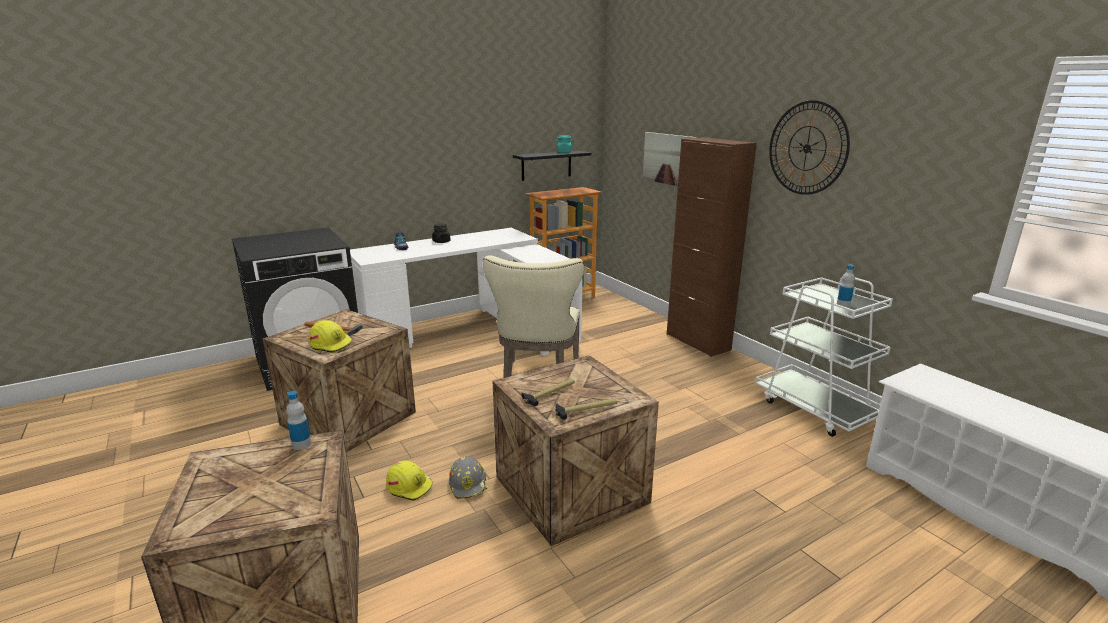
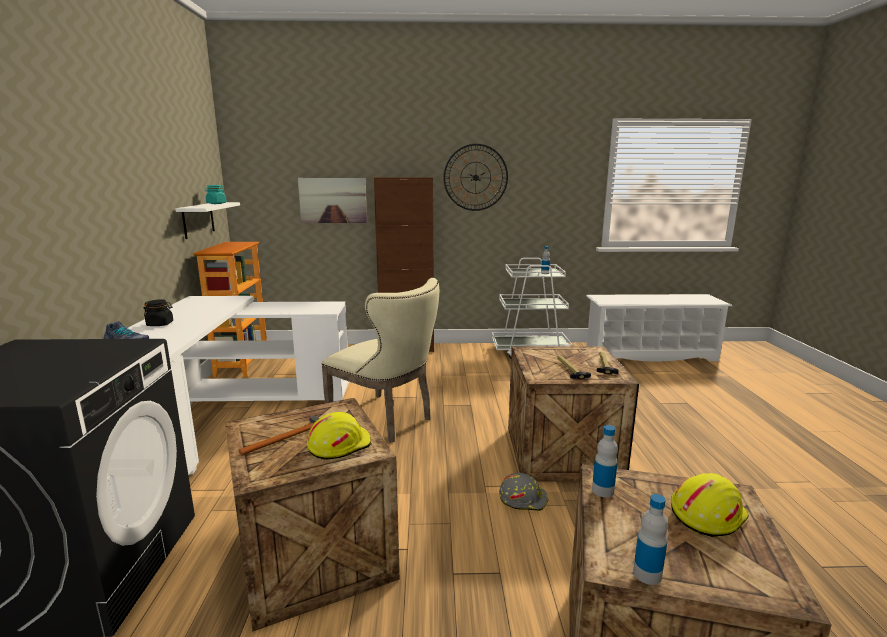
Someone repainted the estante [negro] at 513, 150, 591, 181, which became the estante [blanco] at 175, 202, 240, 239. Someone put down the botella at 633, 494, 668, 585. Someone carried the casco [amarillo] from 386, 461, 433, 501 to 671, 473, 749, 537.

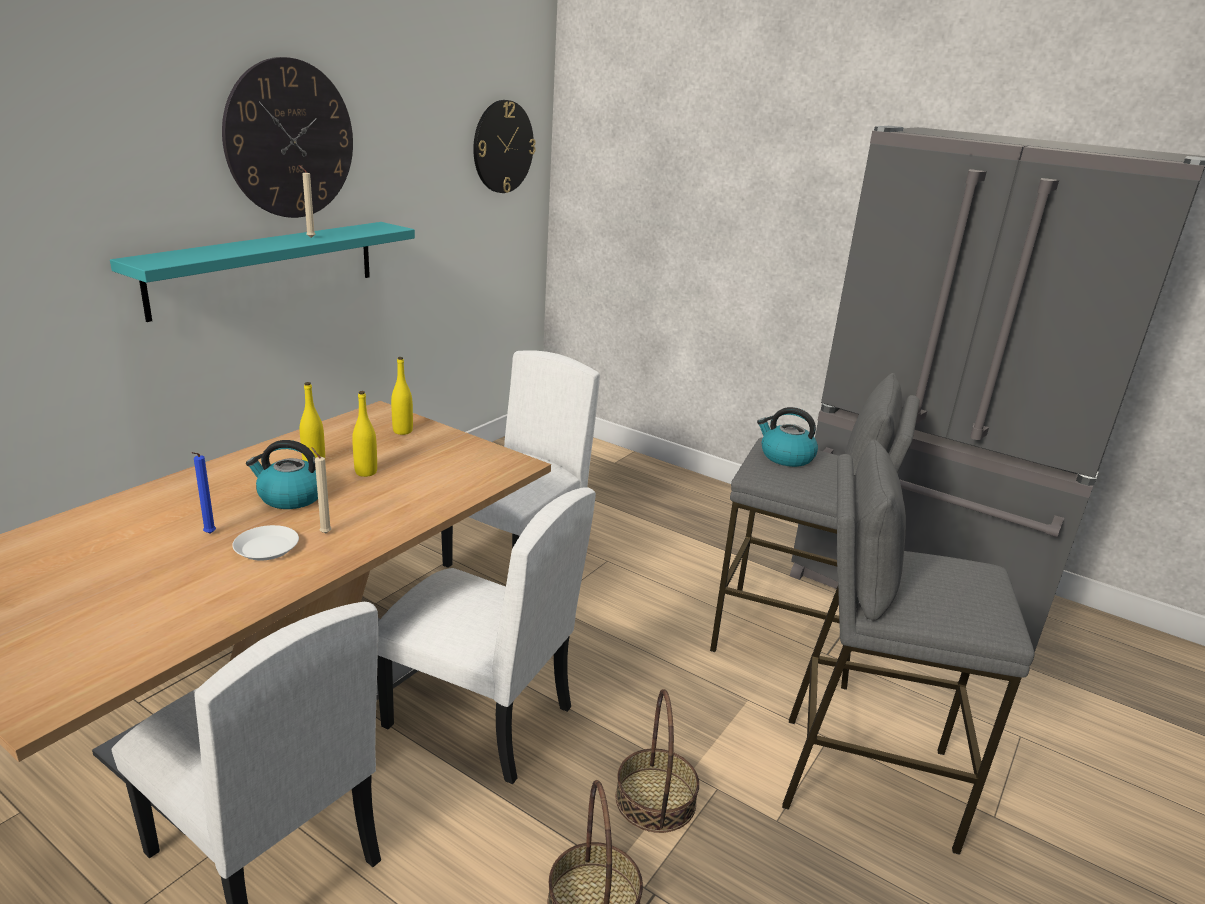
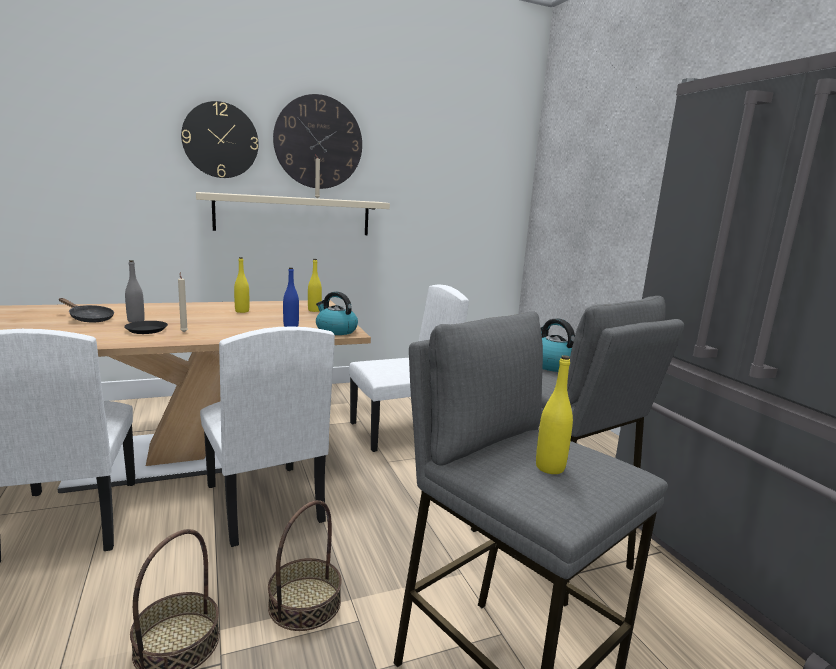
Someone put down the sartén [negro] at 59, 298, 114, 322. Someone repainted the plato [blanco] at 232, 525, 299, 561, which became the plato [negro] at 124, 321, 168, 334. Someone swapped the vela [azul] at 192, 452, 216, 534 for the botella [gris] at 125, 260, 145, 323. Someone carried the reloj de pared from 473, 100, 536, 193 to 181, 101, 259, 178. Someone repainted the estante [turquesa] at 110, 222, 415, 322, which became the estante [beis] at 196, 192, 390, 235. Someone put down the botella [azul] at 283, 267, 299, 327. Someone carried the hervidor from 246, 440, 318, 509 to 316, 291, 358, 335. Someone carried the botella [amarillo] from 352, 391, 377, 477 to 536, 355, 573, 474.

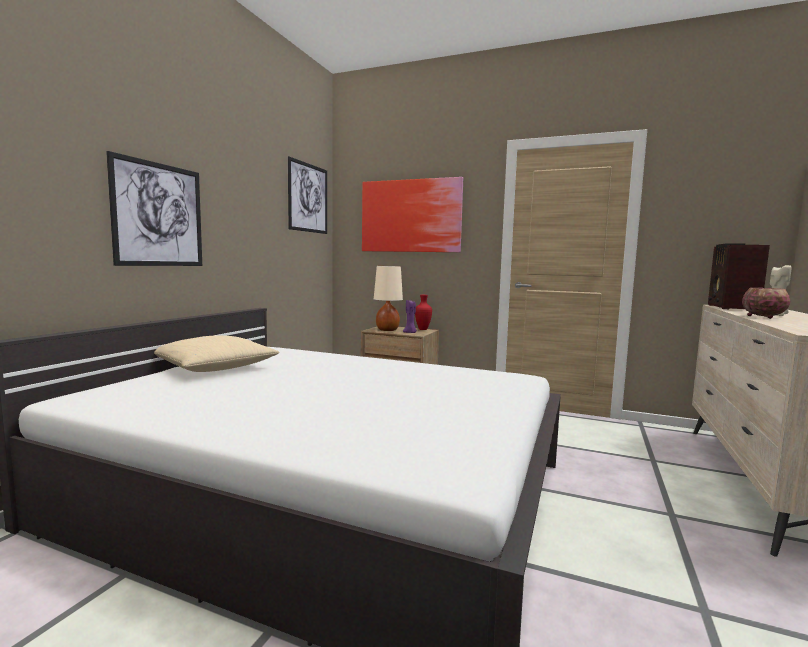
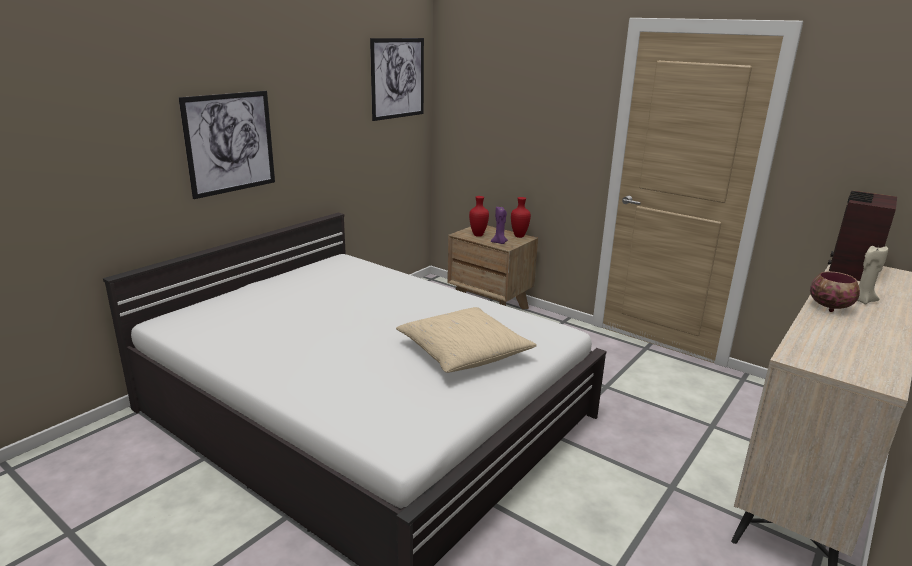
Someone carried the cojín [beis] from 154, 335, 280, 372 to 396, 307, 537, 373. Someone swapped the lámpara de mesa [beis] at 374, 266, 403, 331 for the florero [rojo] at 469, 196, 489, 237. Someone took away the cuadro at 362, 177, 463, 252.

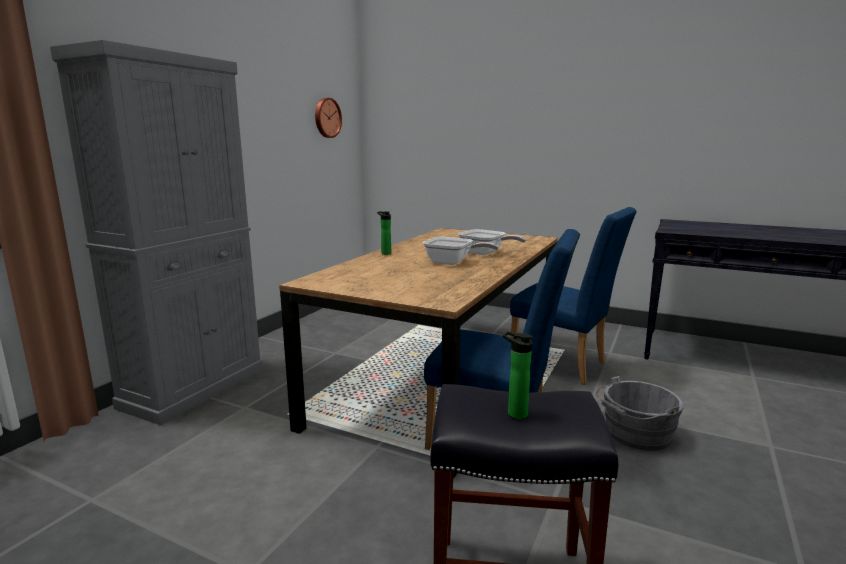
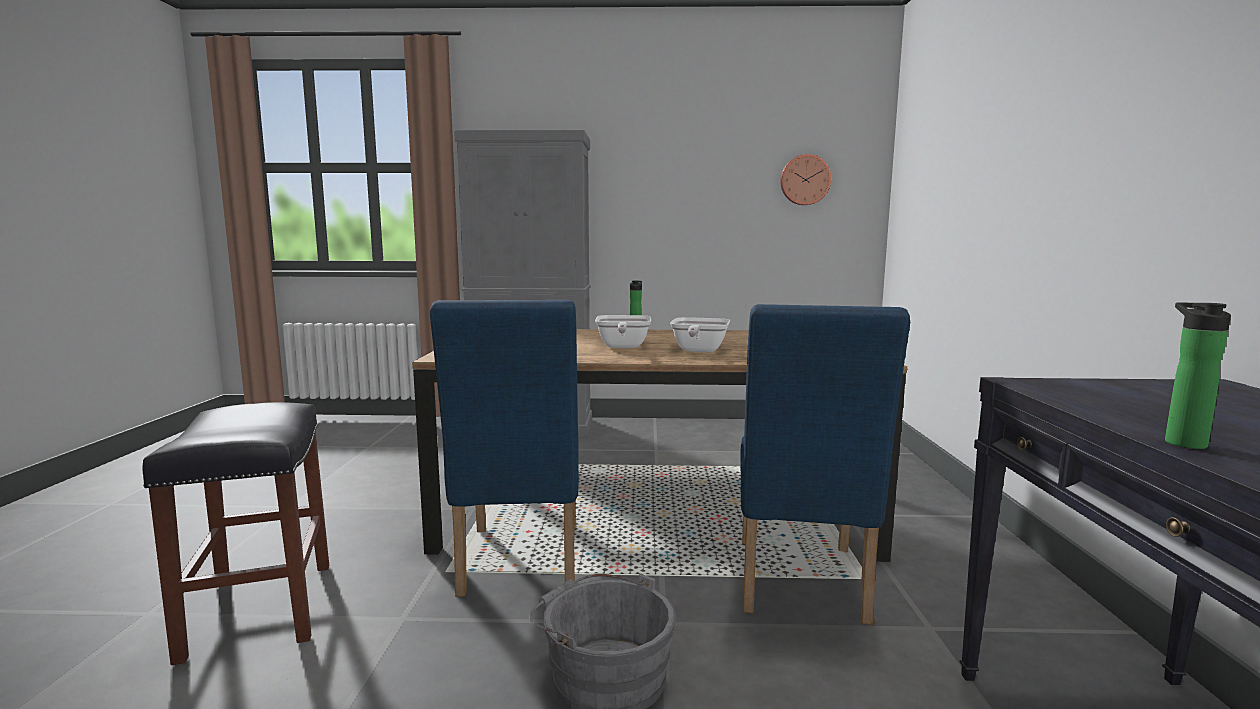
Someone carried the botella from 503, 331, 533, 419 to 1165, 303, 1231, 449.

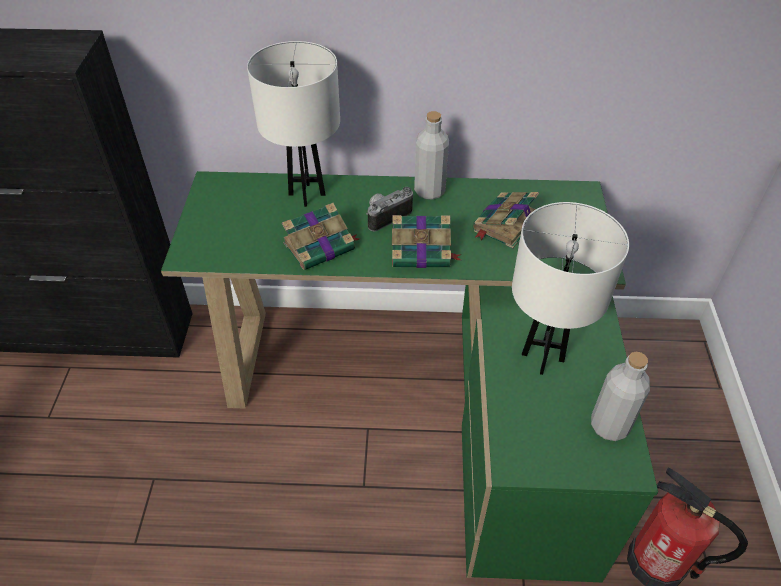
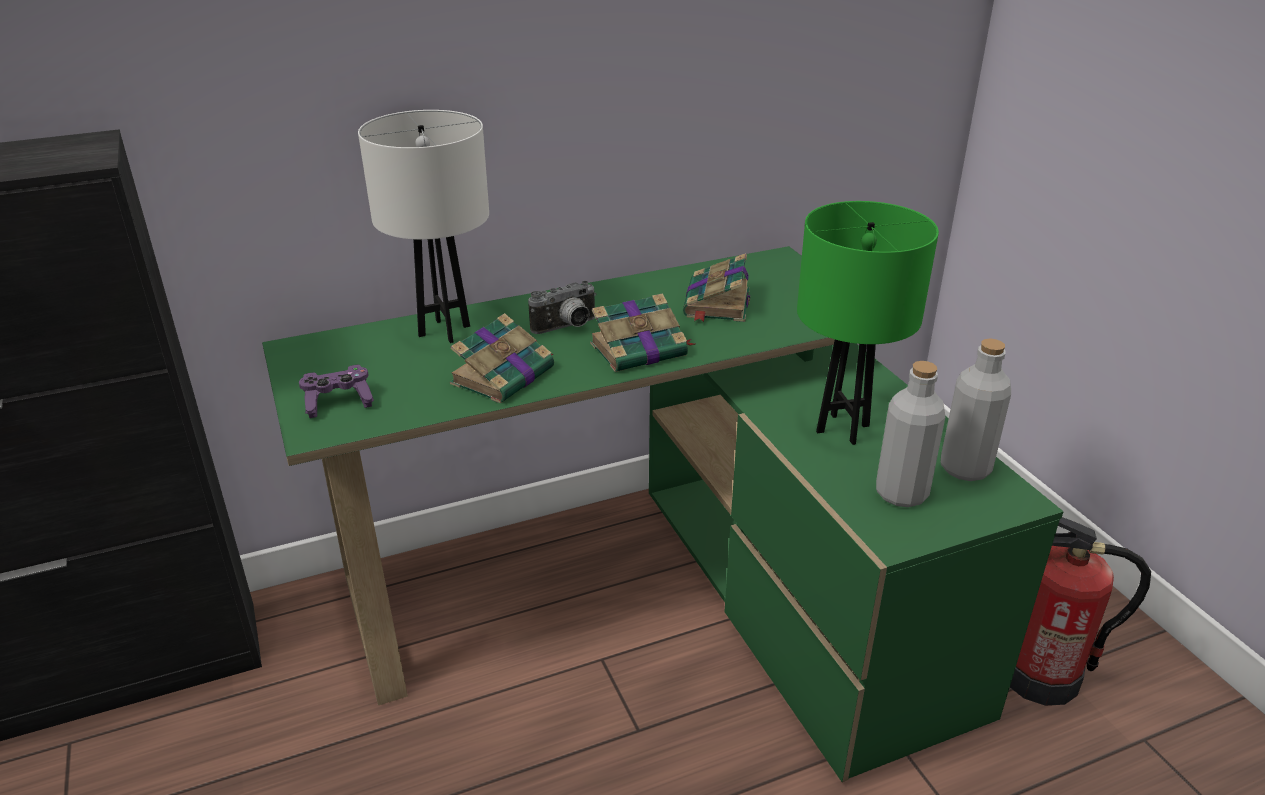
Someone put down the mando de consola [morado] at 299, 365, 374, 418. Someone rotated the cámara at 366, 187, 413, 232 by 150 degrees counterclockwise. Someone repainted the lámpara de mesa [blanco] at 512, 202, 629, 375, which became the lámpara de mesa [verde] at 797, 201, 939, 445. Someone carried the botella [gris] from 414, 111, 449, 200 to 876, 361, 945, 507.

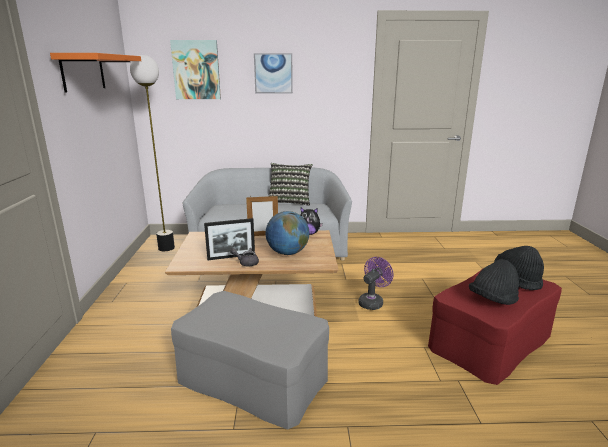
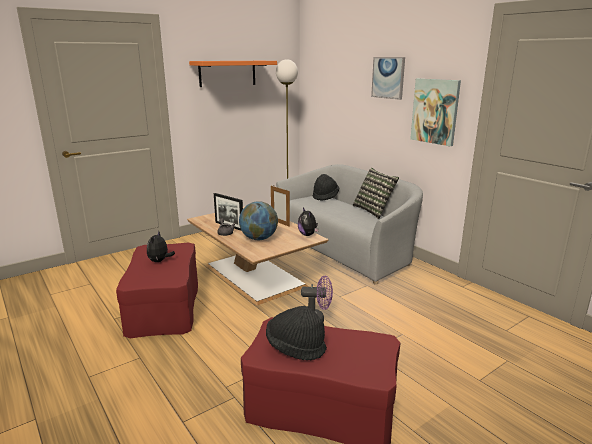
Someone repainted the puf [gris] at 171, 291, 329, 430, which became the puf [rojo] at 116, 243, 198, 338. Someone put down the peluche at 147, 231, 175, 262. Someone carried the sombrero [negro] from 494, 246, 544, 290 to 313, 174, 339, 201. Someone carried the cuadro from 170, 40, 221, 99 to 410, 78, 461, 146.

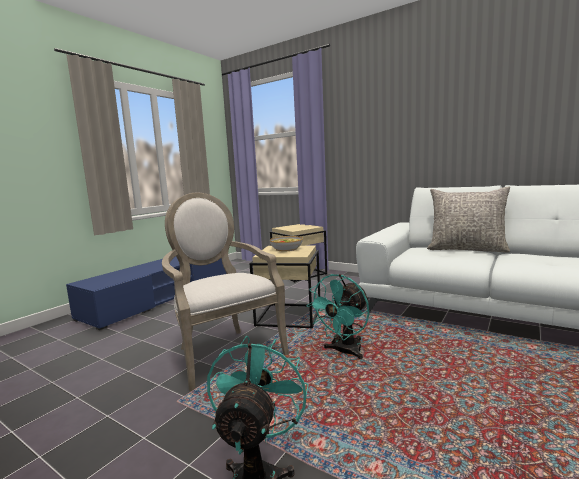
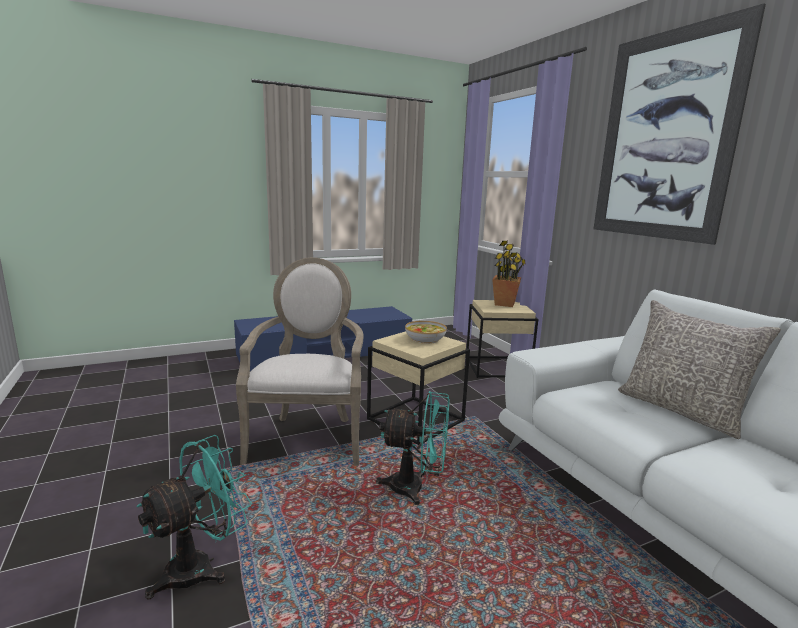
Someone rotated the ventilador [turquesa] at 307, 274, 370, 359 by 150 degrees counterclockwise. Someone put down the planta en maceta at 492, 241, 526, 307. Someone put up the cuadro at 594, 3, 766, 245.

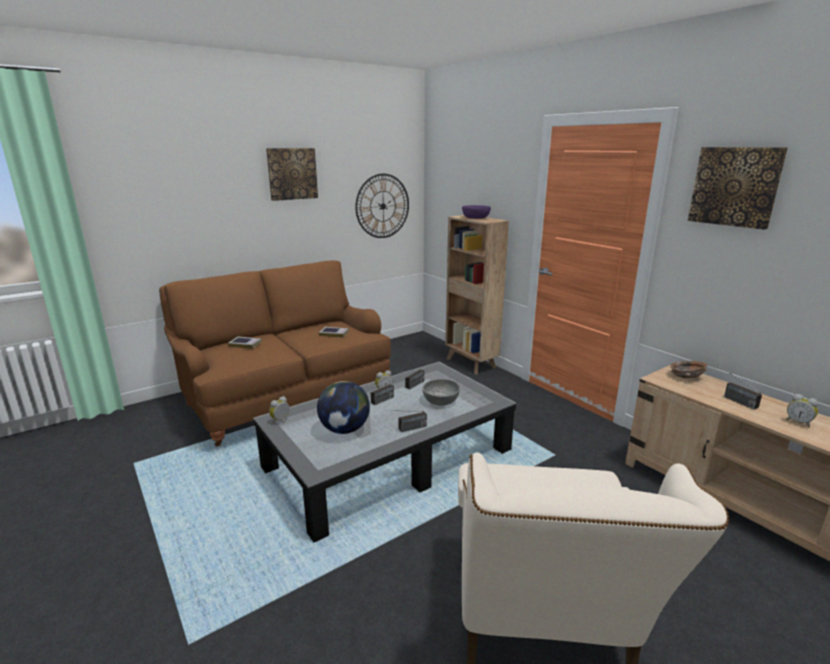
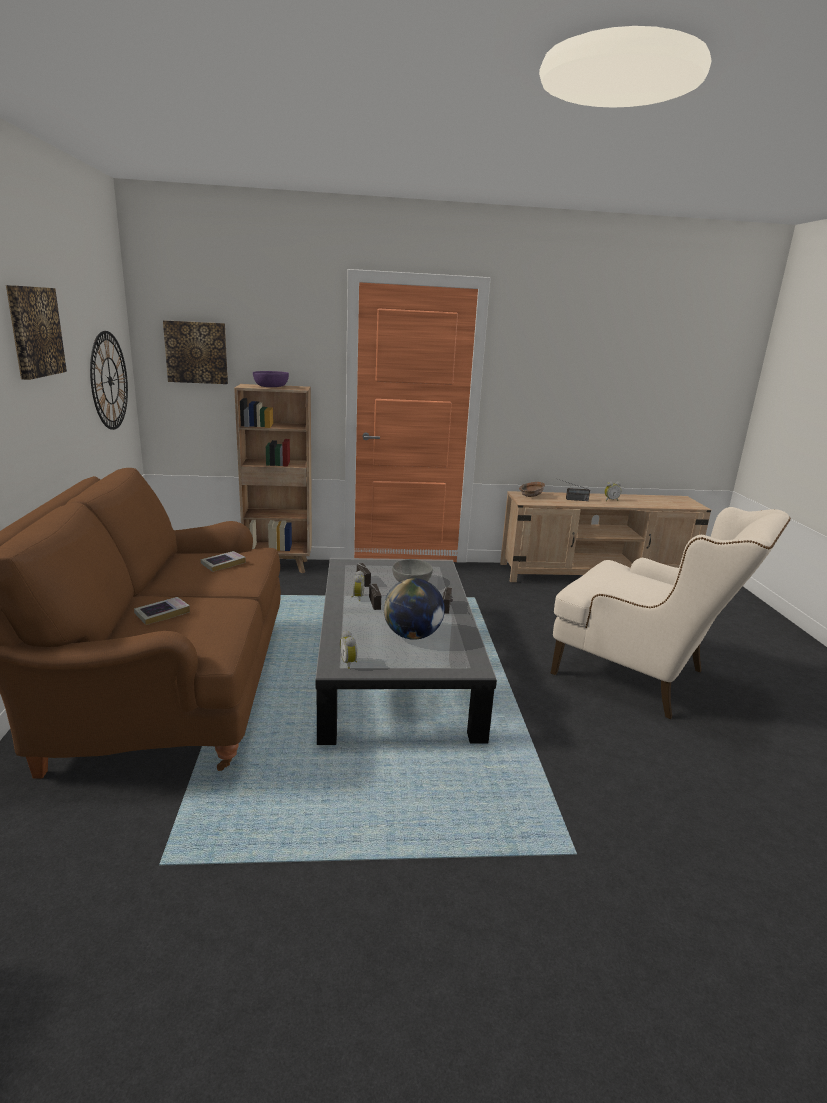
Someone carried the cuadro from 688, 147, 788, 230 to 163, 320, 228, 384.

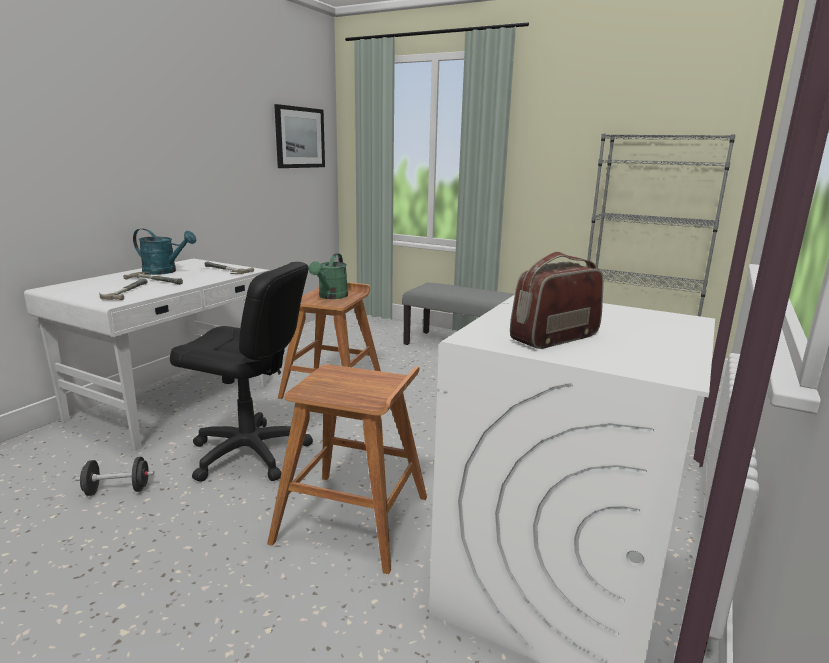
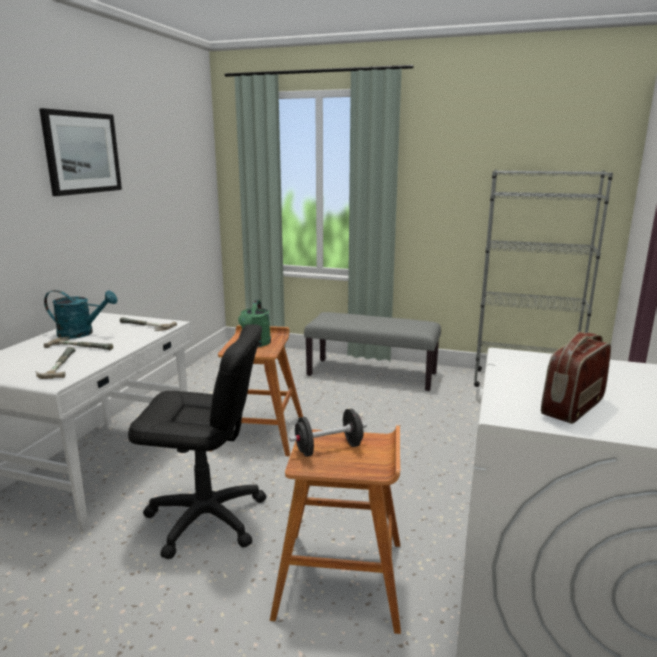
Someone carried the cuadro from 274, 104, 325, 168 to 39, 108, 122, 196. Someone carried the mancuerna [negro] from 75, 457, 154, 496 to 289, 409, 367, 457.

